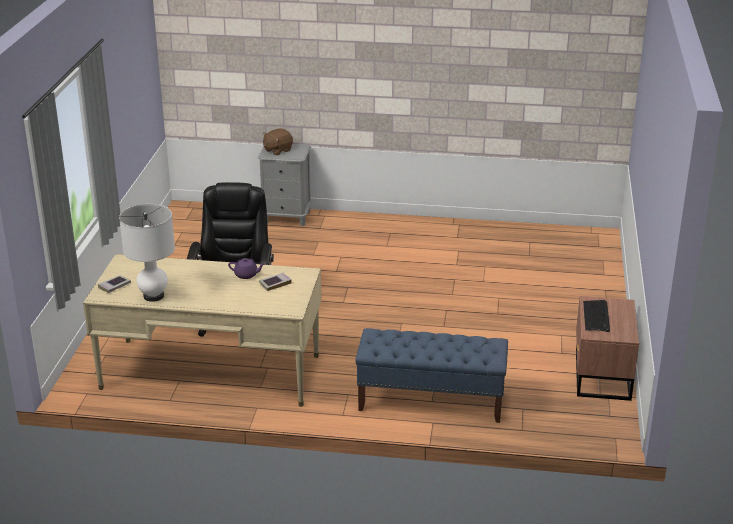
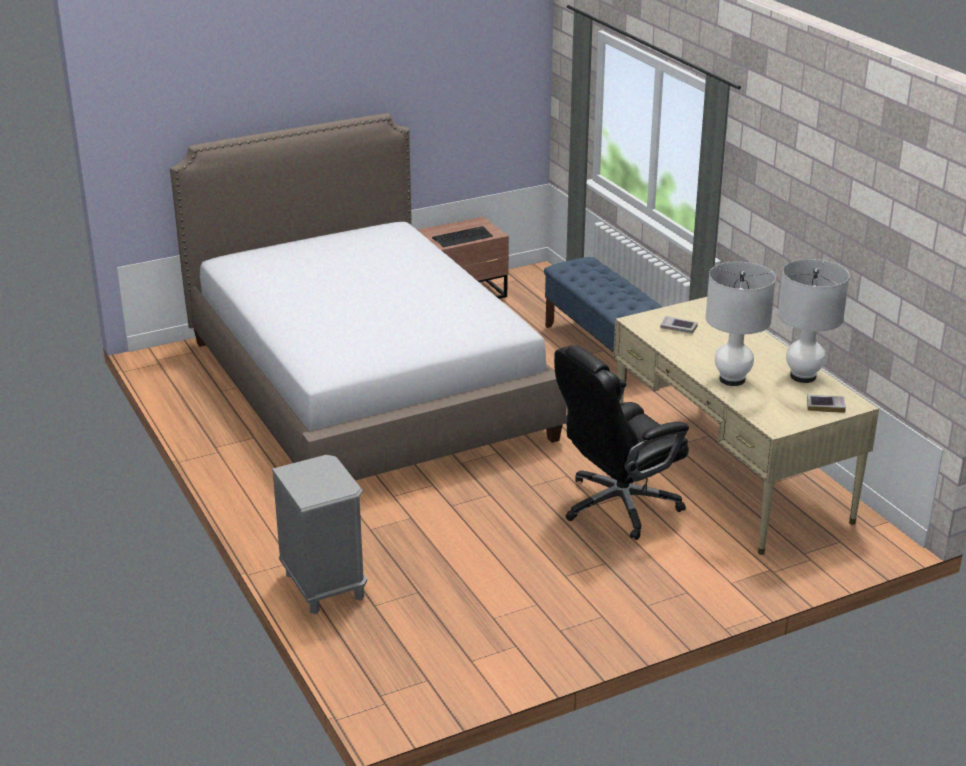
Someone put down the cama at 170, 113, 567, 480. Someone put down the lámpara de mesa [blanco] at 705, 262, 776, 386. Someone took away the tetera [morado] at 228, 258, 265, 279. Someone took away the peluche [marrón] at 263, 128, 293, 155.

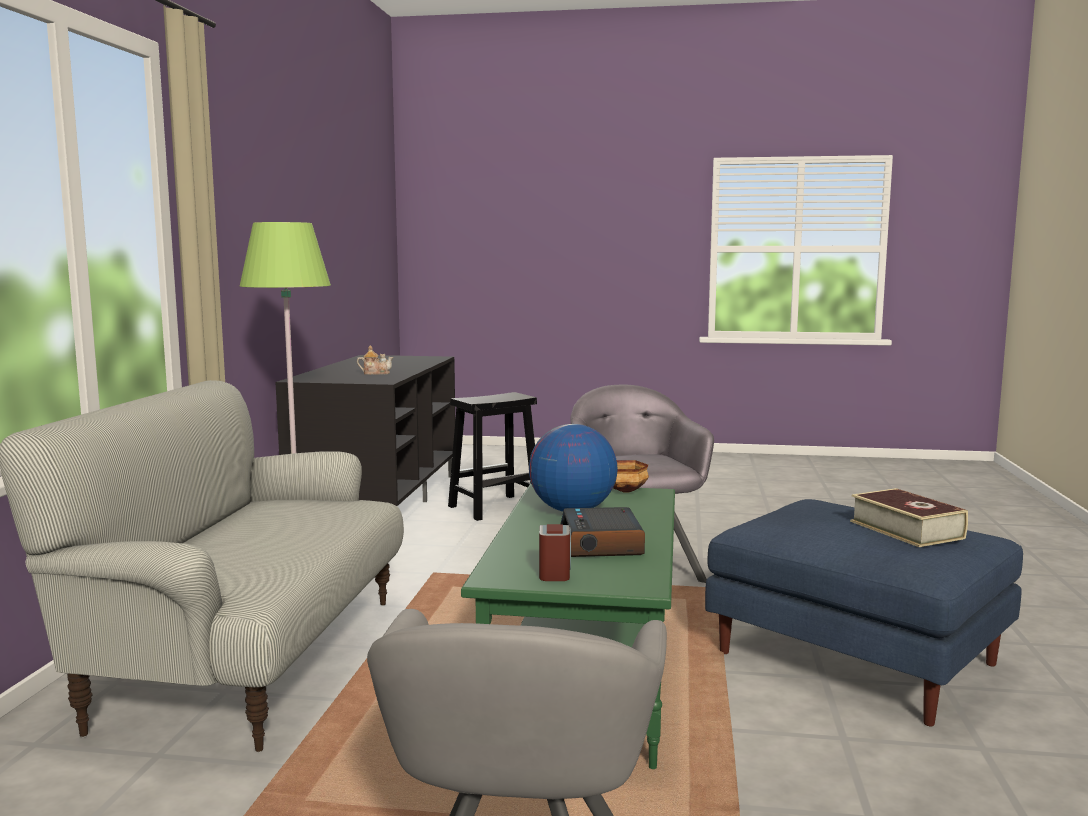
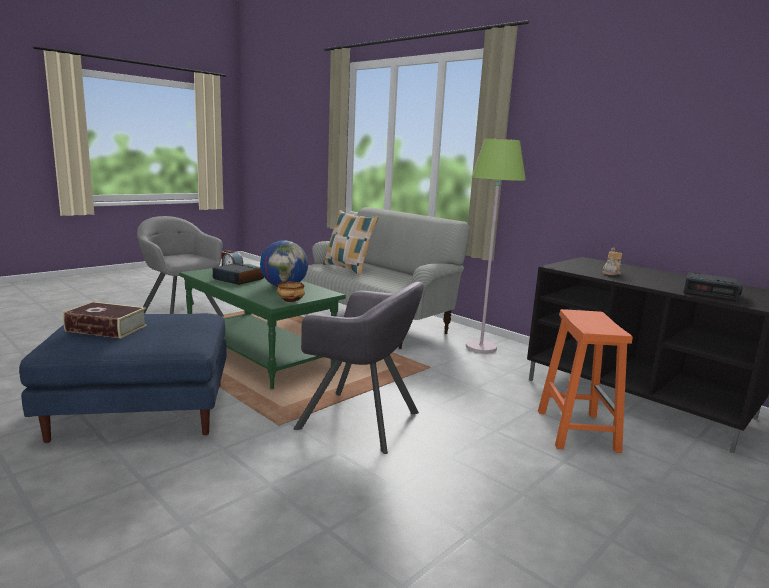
Someone put down the cojín at 323, 210, 379, 275. Someone repainted the taburete [negro] at 448, 392, 537, 521, which became the taburete [naranja] at 538, 309, 633, 453. Someone put down the despertador at 684, 272, 743, 301.

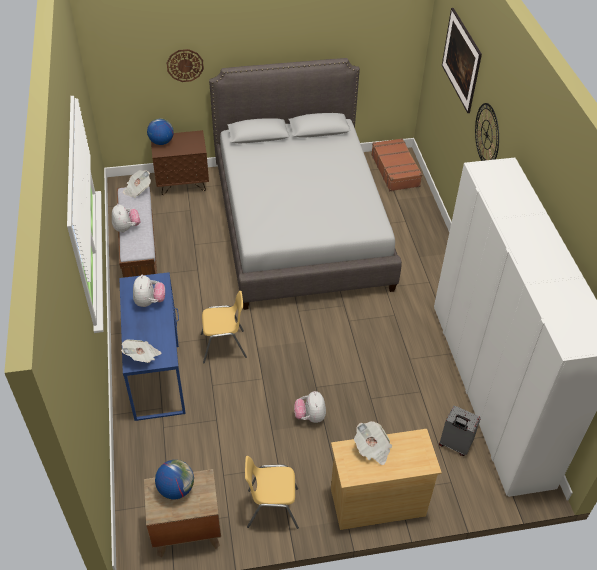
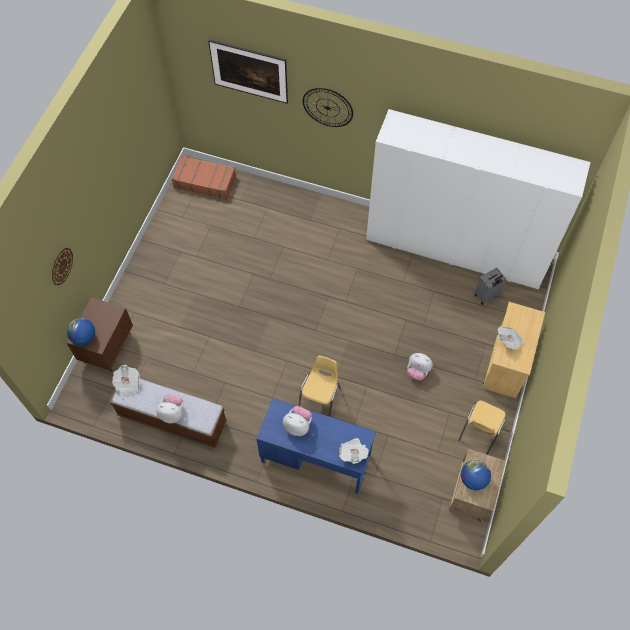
Someone took away the cama [gris] at 209, 58, 402, 310.

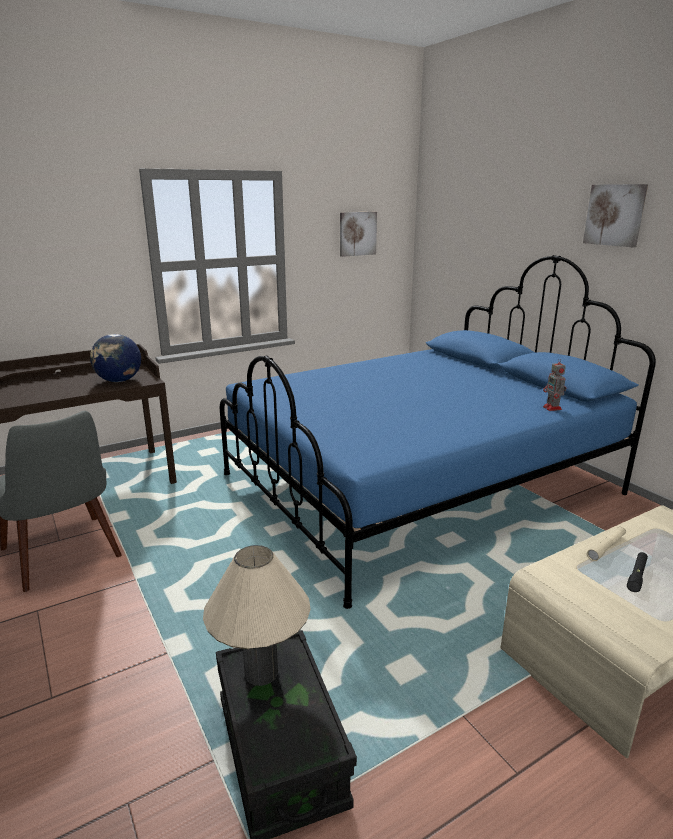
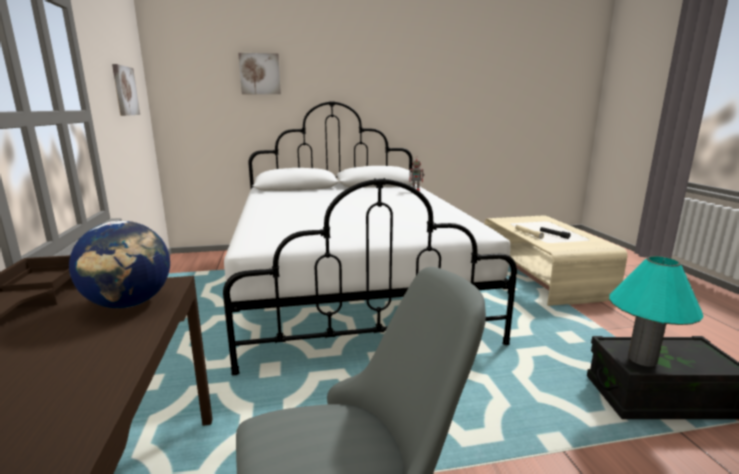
Someone repainted the cama [azul] at 220, 255, 656, 609, which became the cama [blanco] at 223, 101, 517, 376. Someone carried the cuadro from 583, 184, 648, 247 to 238, 53, 281, 94. Someone repainted the lámpara de mesa [beis] at 203, 545, 311, 686, which became the lámpara de mesa [turquesa] at 609, 256, 704, 367.

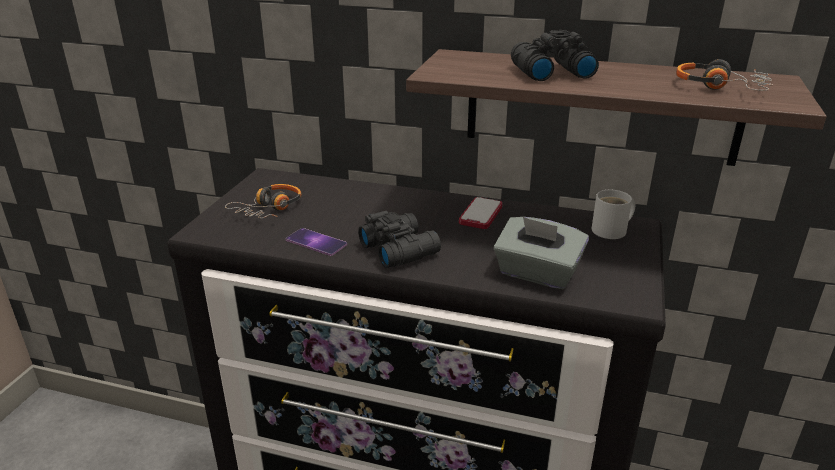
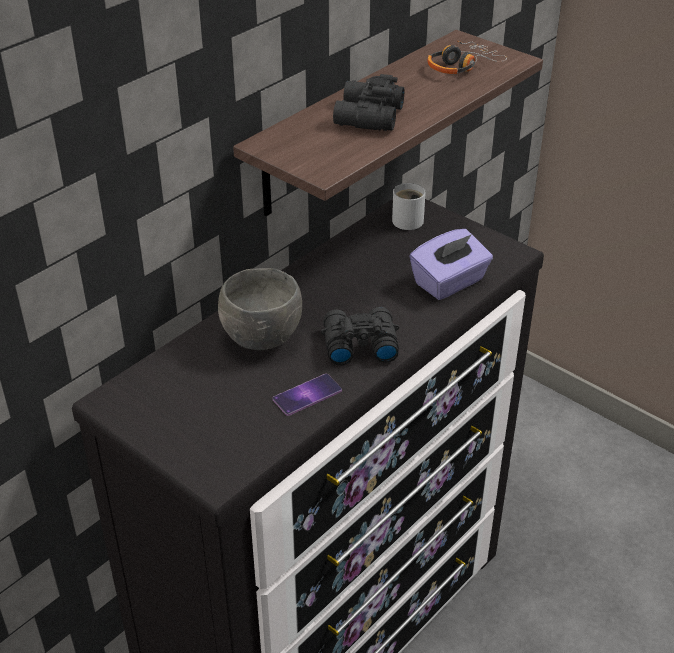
Someone put down the cuenco [gris] at 218, 268, 302, 350. Someone repainted the caja de pañuelos [gris] at 493, 217, 589, 289, which became the caja de pañuelos [morado] at 410, 229, 493, 300. Someone took away the auriculares at 225, 184, 301, 218. Someone took away the móvil at 459, 197, 502, 229.

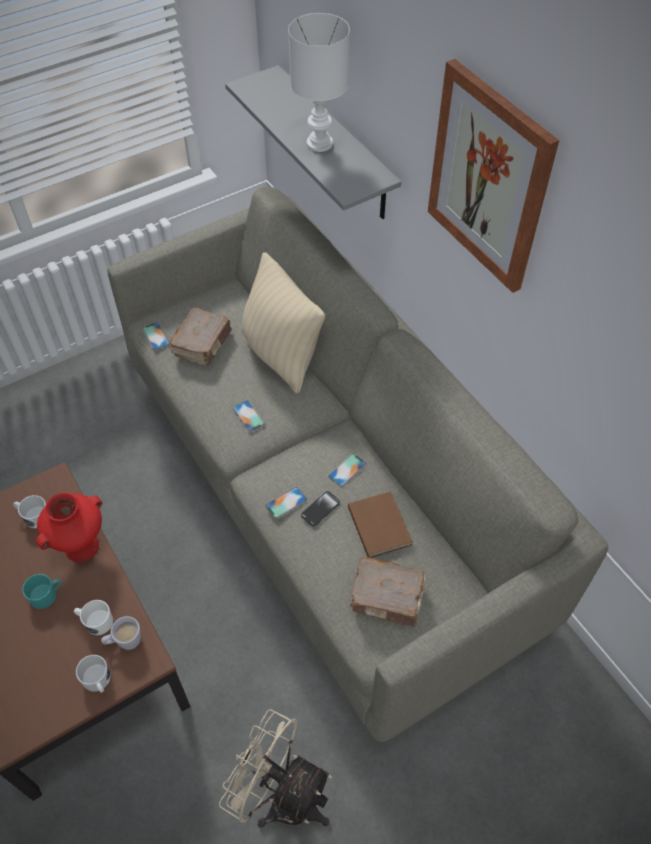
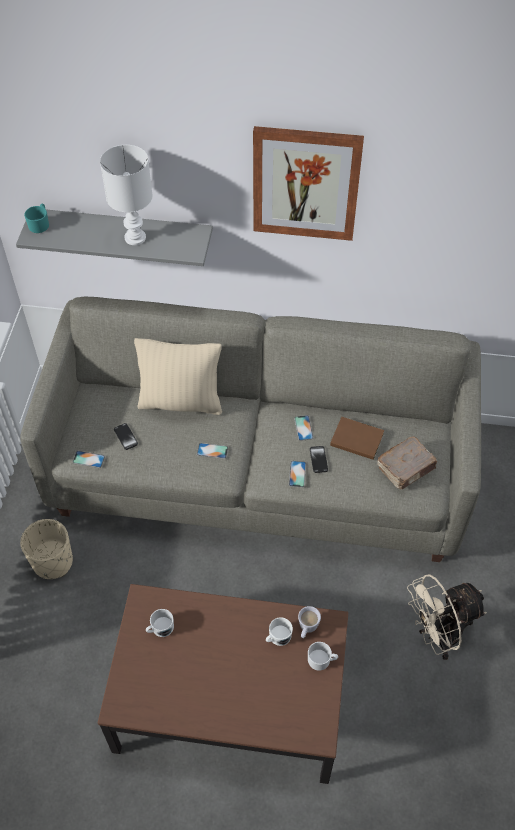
Someone put down the maceta [beis] at 20, 519, 73, 579. Someone carried the taza grande [turquesa] from 22, 574, 61, 609 to 24, 204, 49, 233. Someone swapped the libro [marrón] at 169, 308, 232, 365 for the móvil at 114, 423, 138, 450. Someone took away the florero [rojo] at 35, 492, 102, 562.

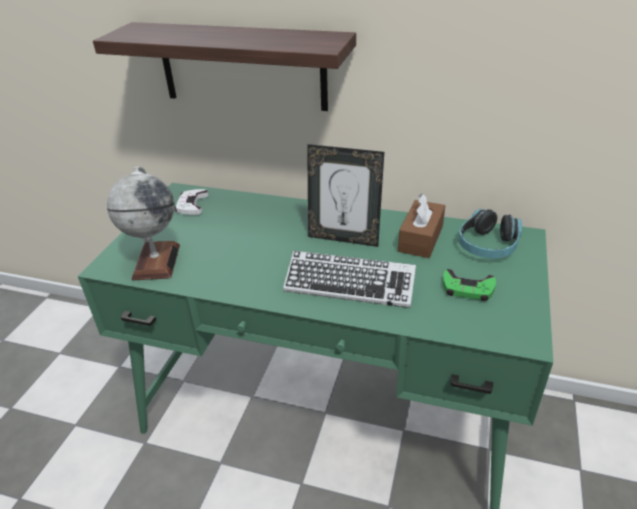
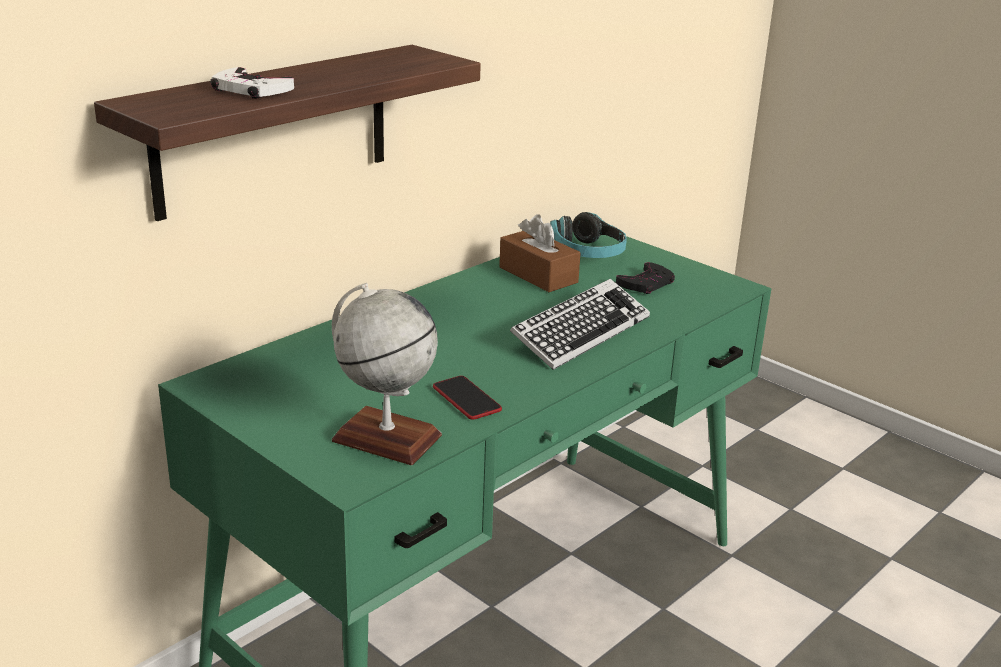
Someone carried the mando de consola [blanco] from 175, 189, 208, 215 to 210, 67, 294, 99. Someone put down the móvil at 433, 376, 502, 420. Someone repainted the mando de consola [verde] at 443, 269, 496, 301, which became the mando de consola [negro] at 616, 262, 675, 294. Someone took away the portarretratos at 307, 144, 384, 247.

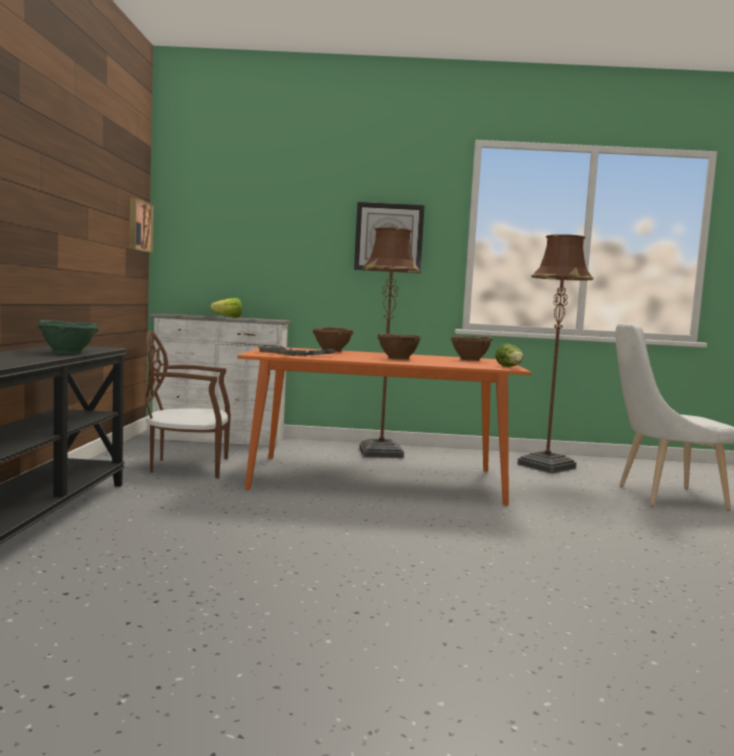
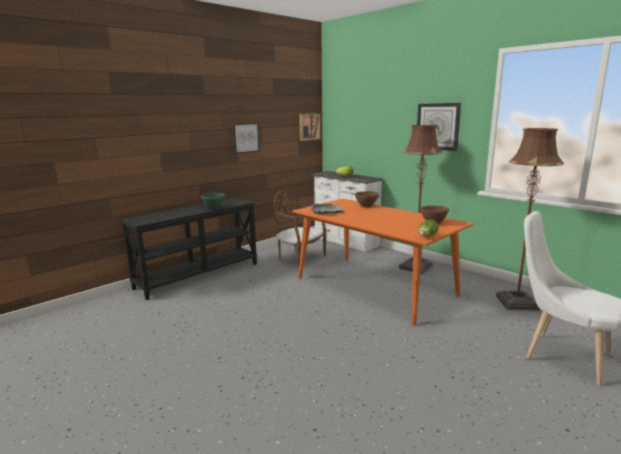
Someone put up the cuadro at 232, 123, 259, 154. Someone took away the cuenco [marrón] at 378, 334, 421, 359.

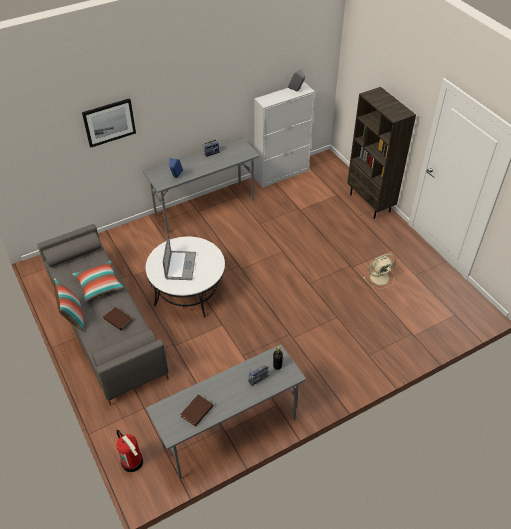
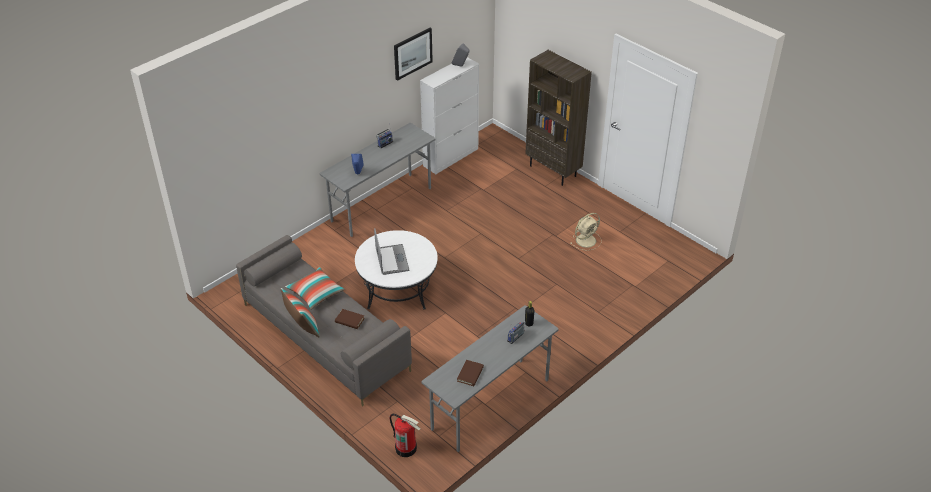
Someone carried the cuadro from 82, 98, 136, 148 to 394, 28, 433, 81.

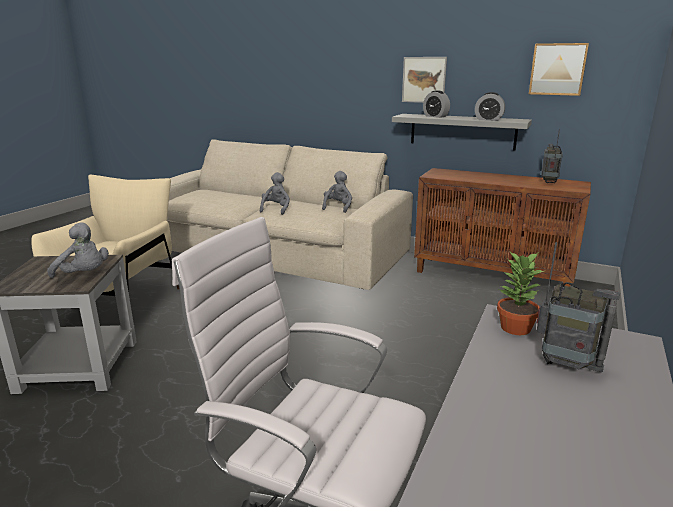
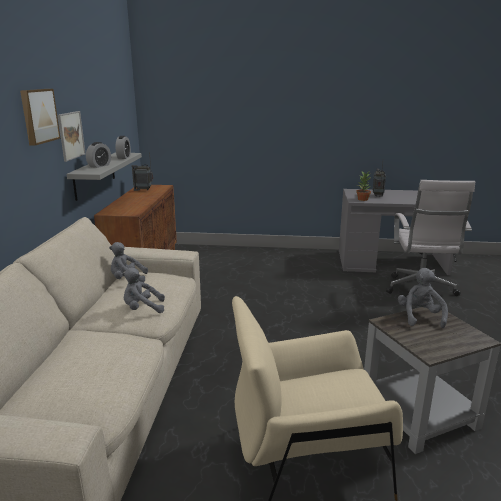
Someone carried the cuadro from 529, 43, 589, 96 to 20, 89, 60, 146.

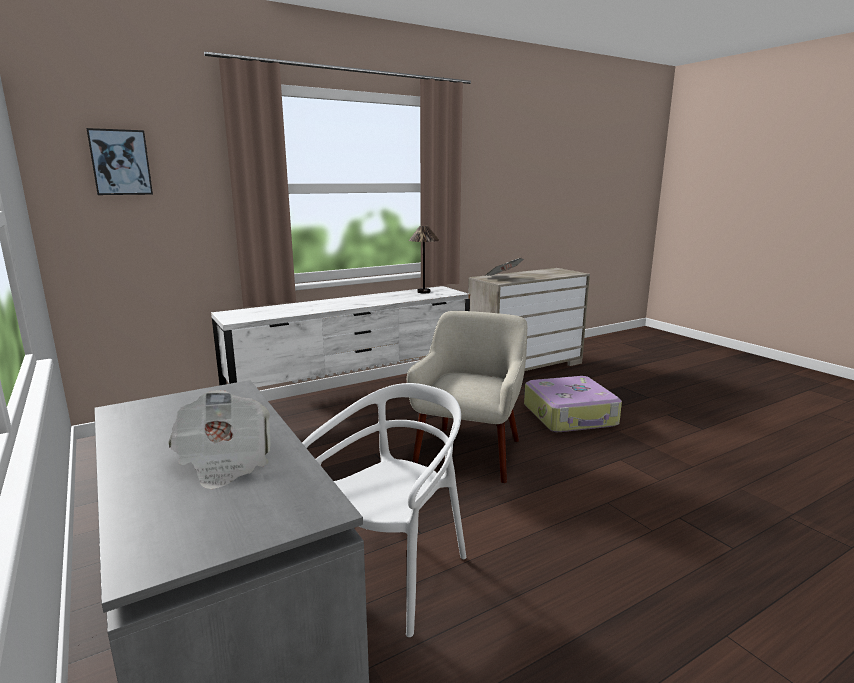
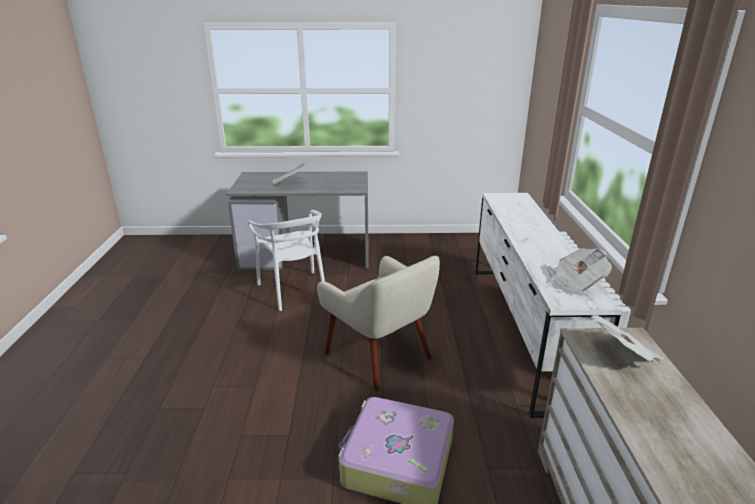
Someone swapped the lámpara de mesa at 409, 226, 439, 293 for the periódico at 548, 248, 612, 295. Someone took away the cuadro at 86, 128, 153, 195.

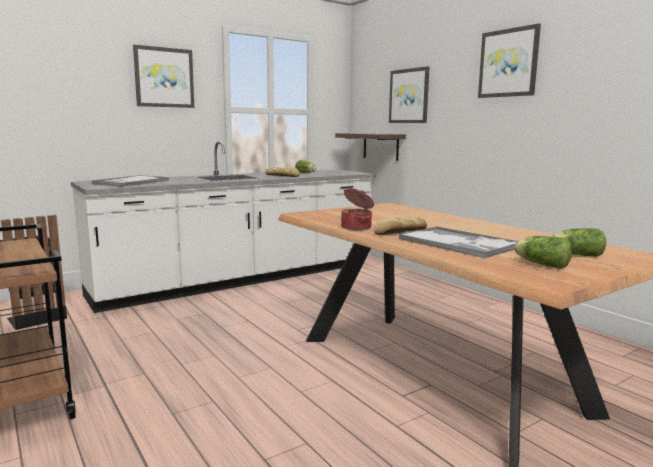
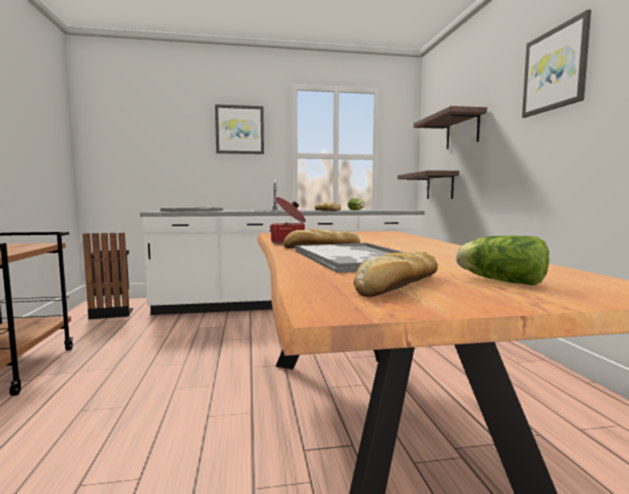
Someone swapped the lechuga at 514, 236, 572, 269 for the pan at 354, 251, 438, 297. Someone swapped the cuadro at 389, 66, 429, 123 for the estante at 413, 106, 487, 149.

